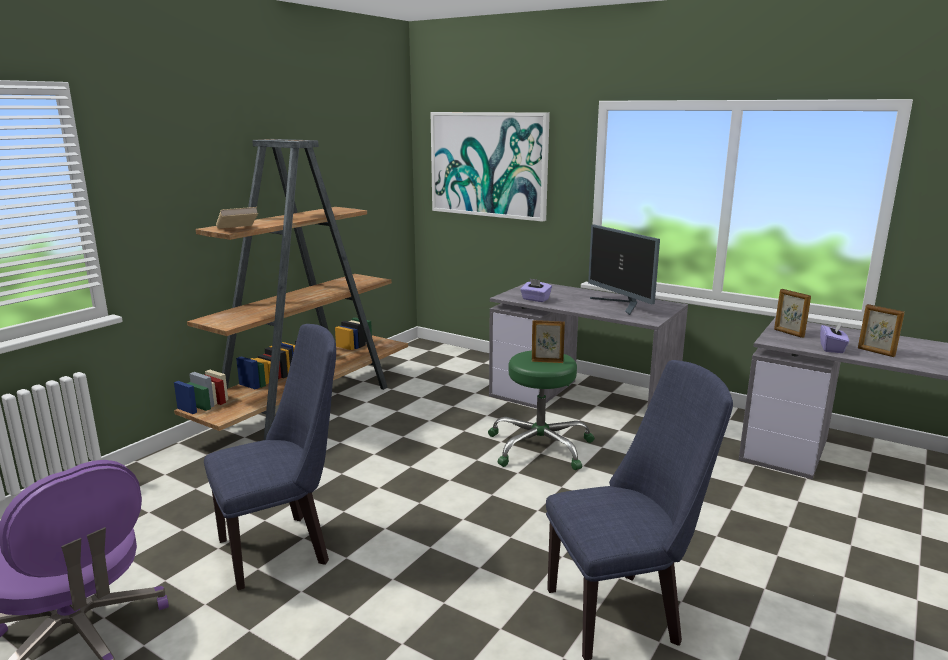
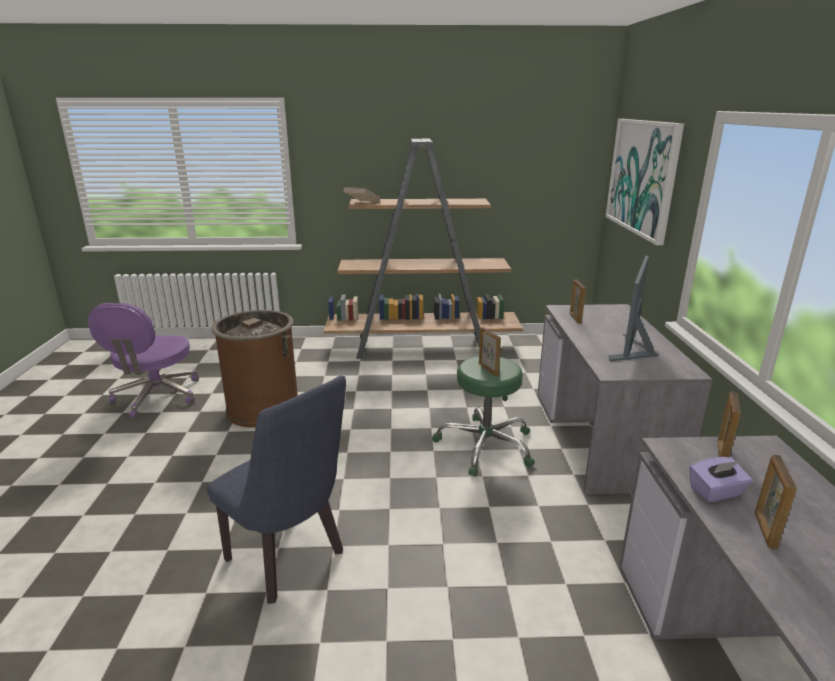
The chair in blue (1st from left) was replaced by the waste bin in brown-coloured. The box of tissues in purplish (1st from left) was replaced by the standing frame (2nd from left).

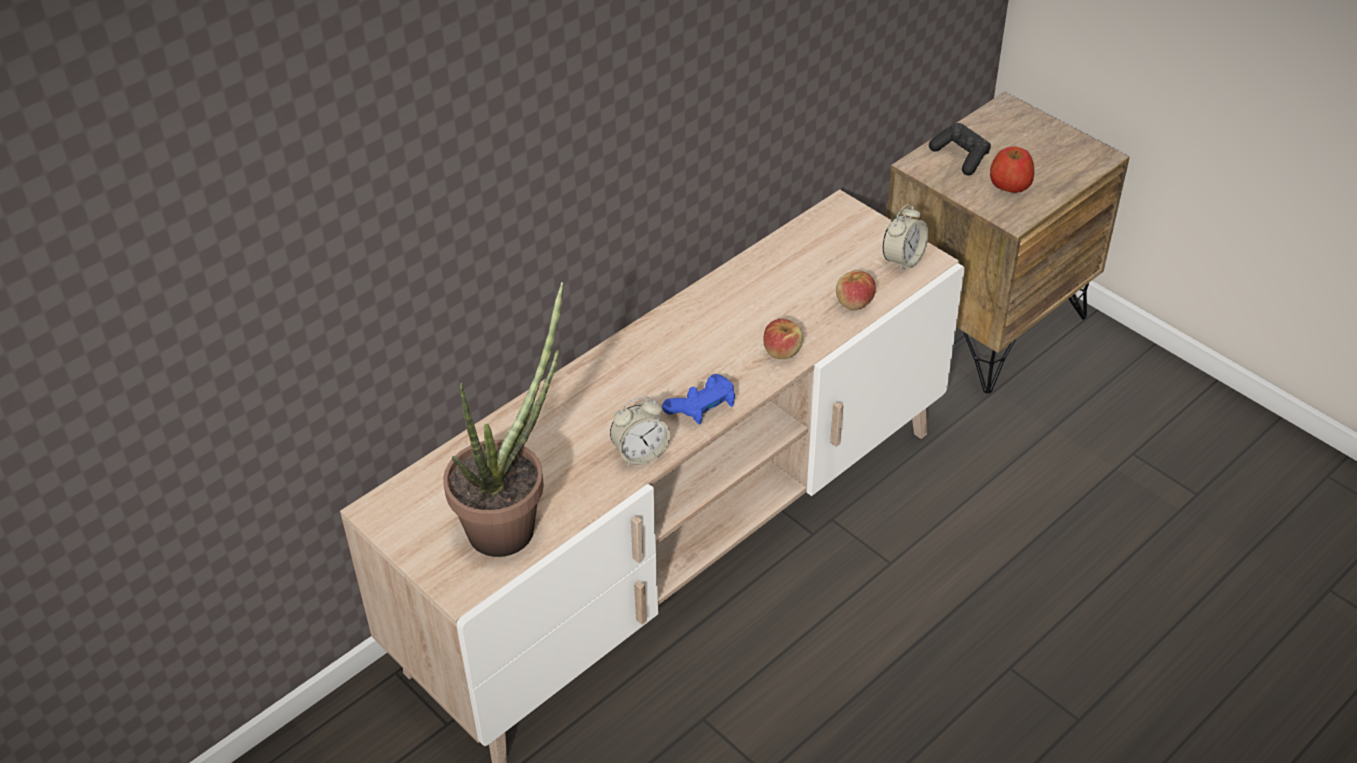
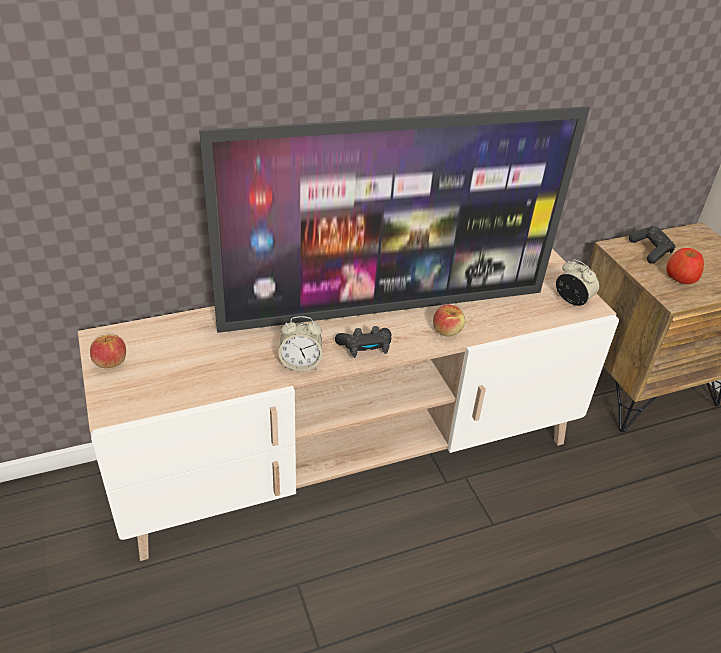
The apple (2nd from left in the first image) moved. The television appeared. The game controller in blue became the game controller in blackish (1st from left). The bedside clock (2nd from left) turned 105 degrees counterclockwise. The plant in a pot disappeared.

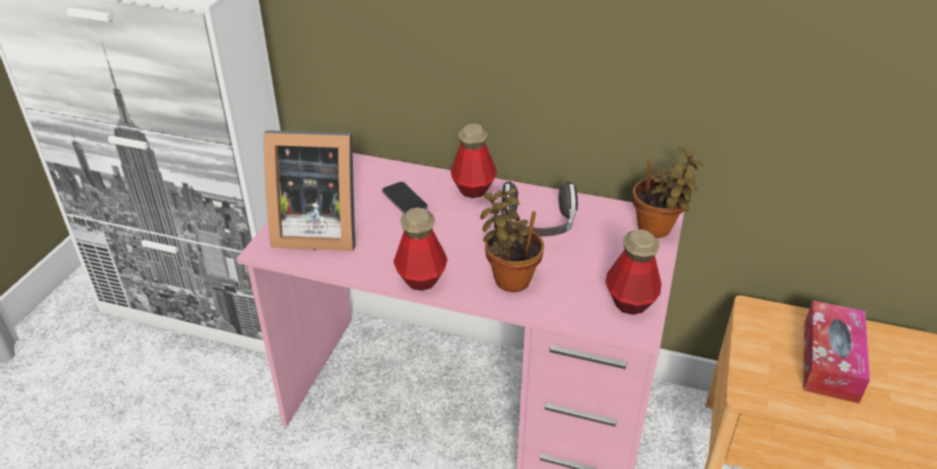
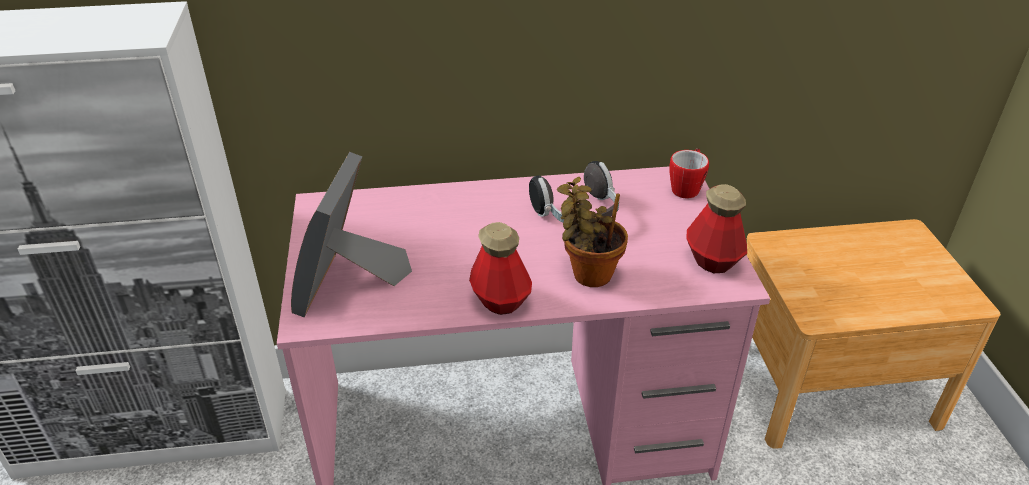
The standing frame turned 120 degrees clockwise. The plant in a pot (2nd from left) was replaced by the mug. The telephone disappeared. The bottle (2nd from left) disappeared. The box of tissues disappeared.

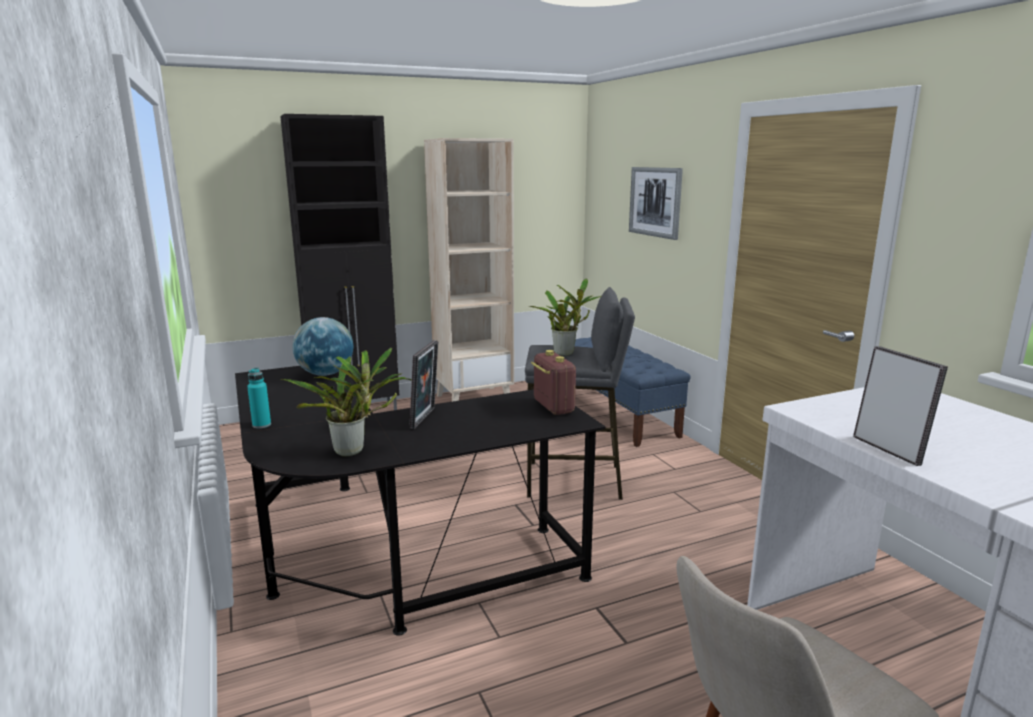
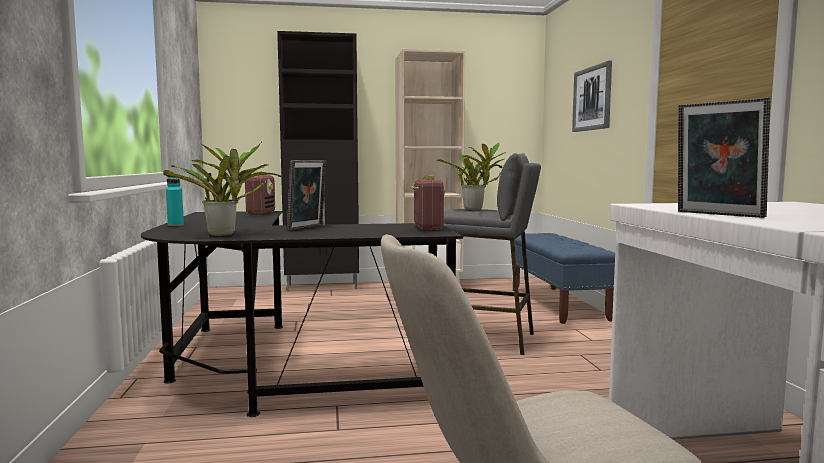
The globe was replaced by the radio (1st from left). The standing frame (2nd from left) turned 150 degrees clockwise.

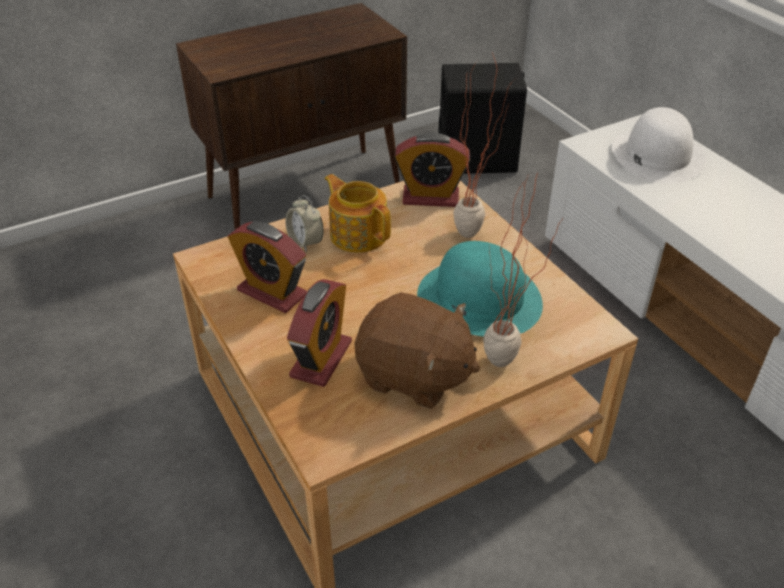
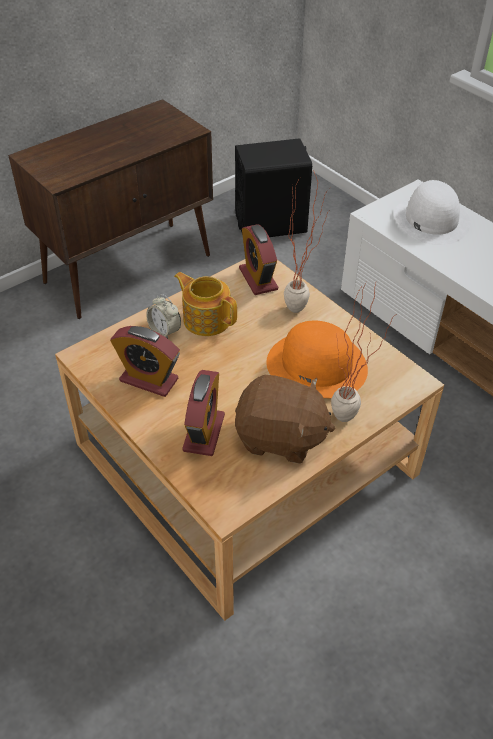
The bedside clock (4th from left) turned 75 degrees clockwise. The clothing hat in blue-green became the clothing hat in orange.

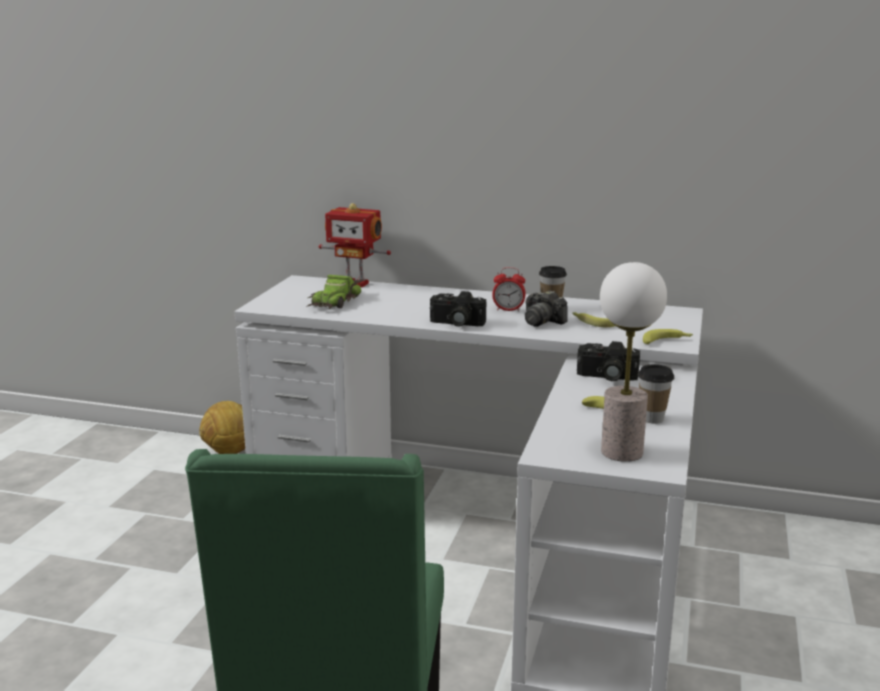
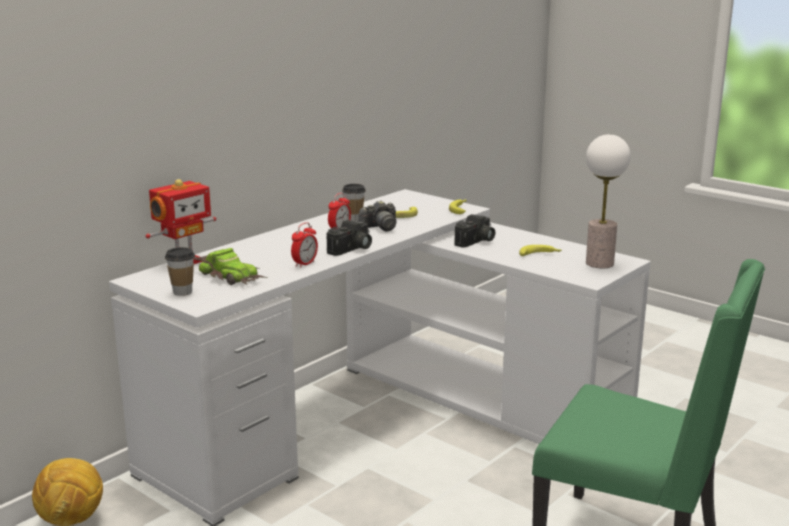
The drinking cup (2nd from left in the first image) moved. The bedside clock (1st from left) appeared.

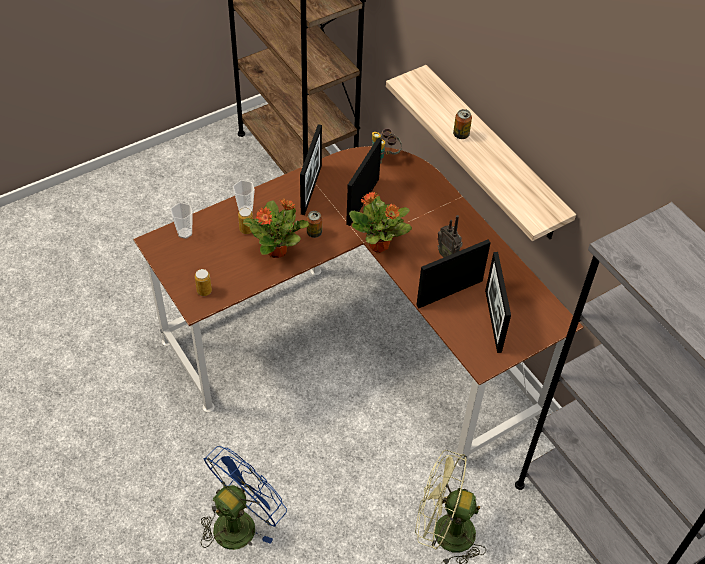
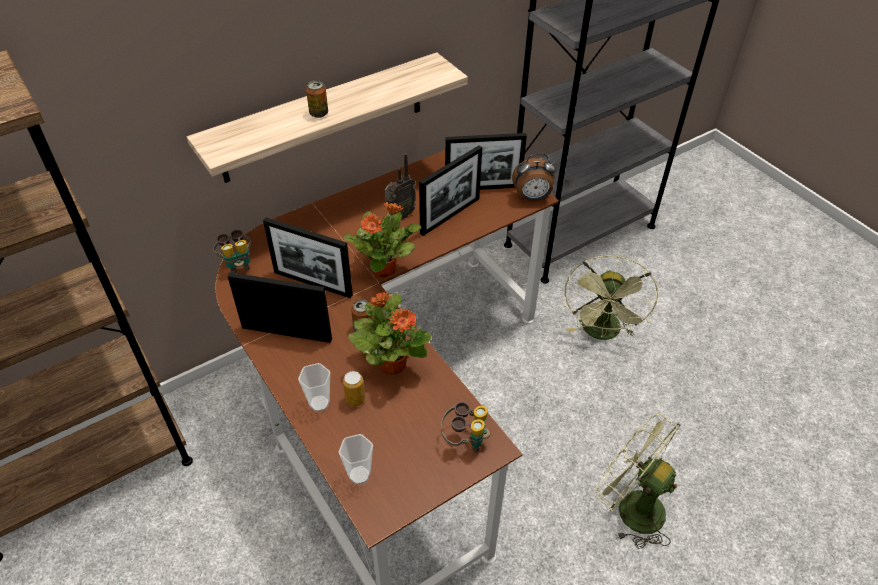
The standing frame (3rd from left) turned 105 degrees counterclockwise. The sealed can (1st from left) was replaced by the pair of binoculars (2nd from left). The bedside clock appeared. The electric fan in blue became the electric fan in greenish (2nd from left).

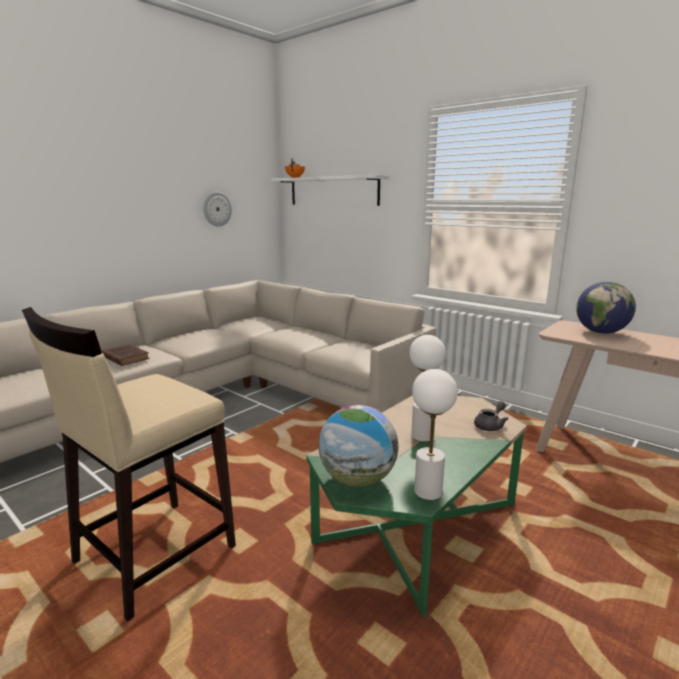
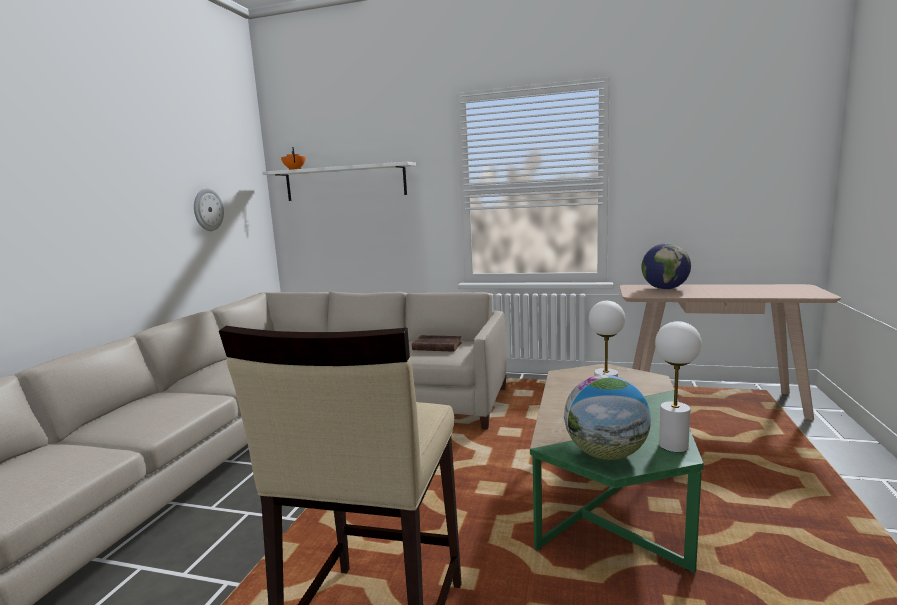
The volume in brown-coloured moved. The tea pot in grey disappeared.

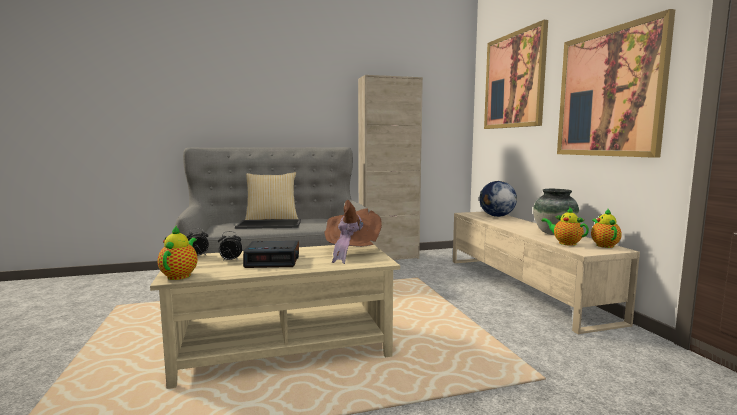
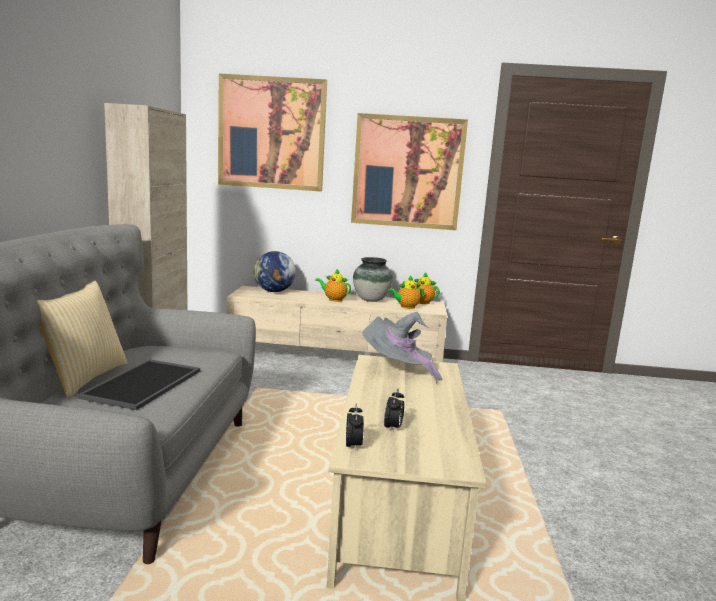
The tea pot (1st from left) moved. The clothing hat in brown-coloured became the clothing hat in grey. The bedside clock (3rd from left) disappeared.

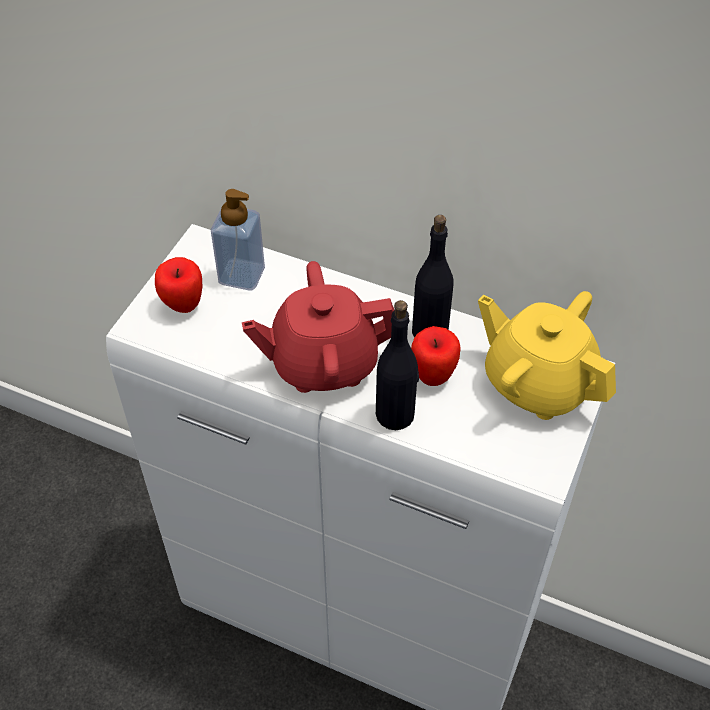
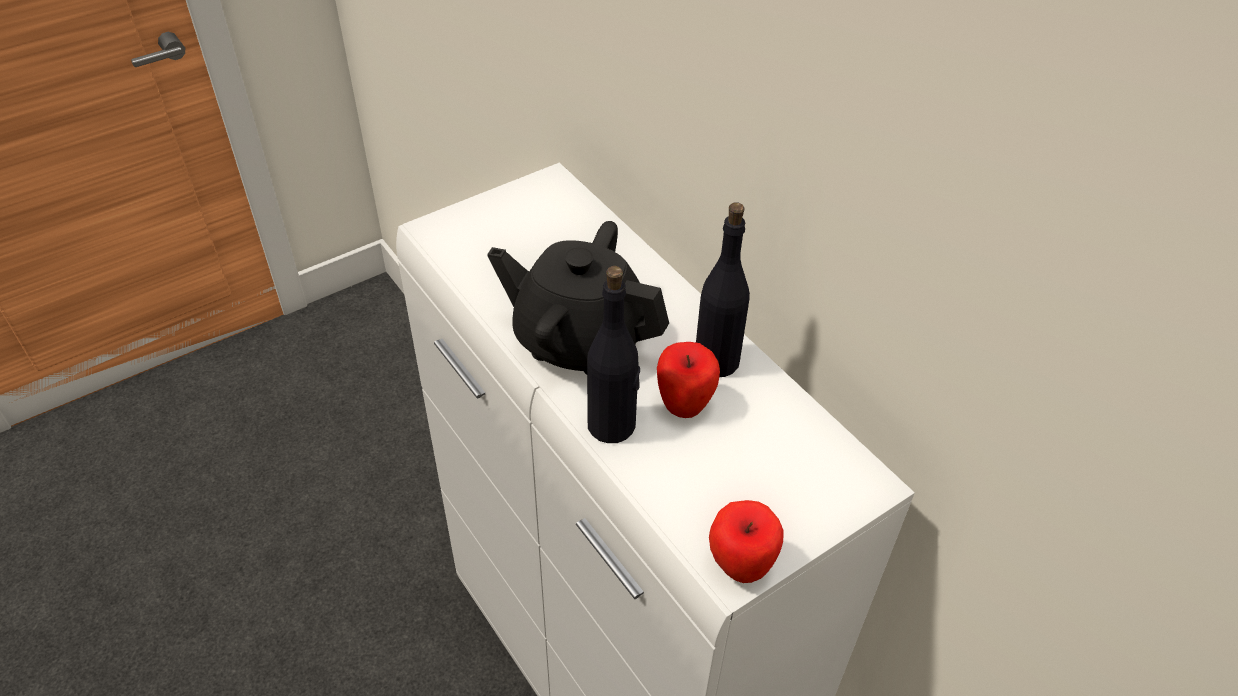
The tea pot in red-coloured became the tea pot in blackish. The apple (1st from left in the first image) moved. The soap dispenser disappeared. The tea pot in yellow disappeared.

